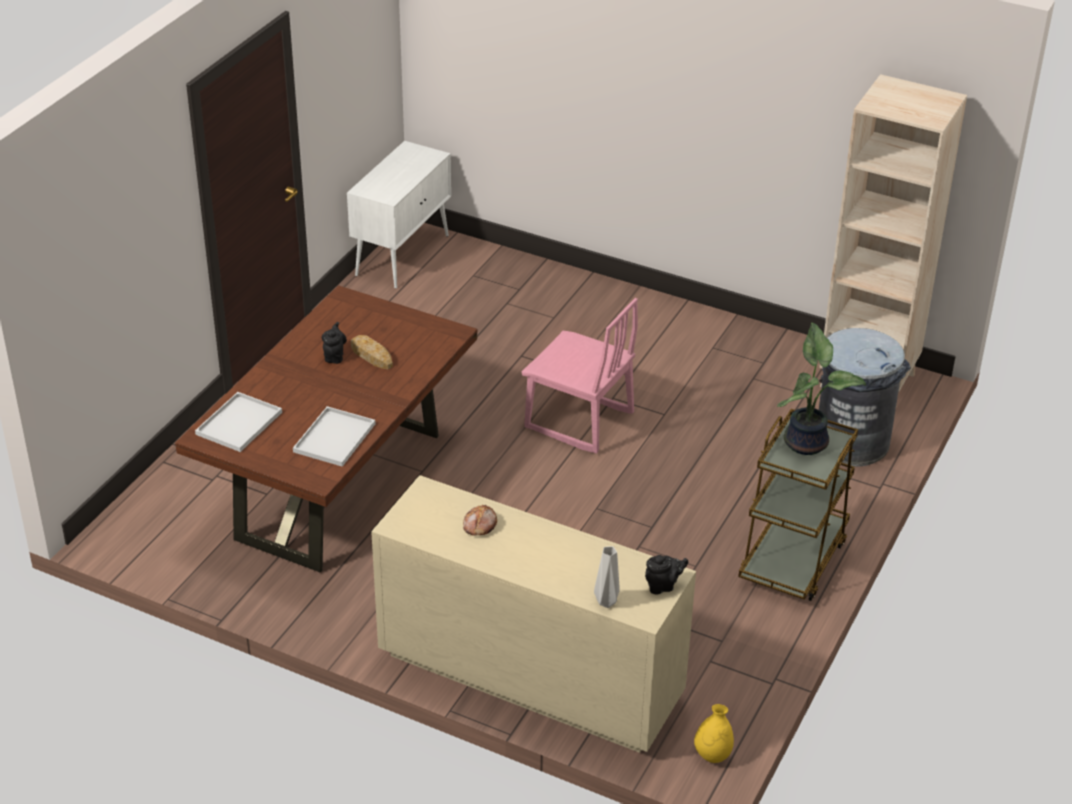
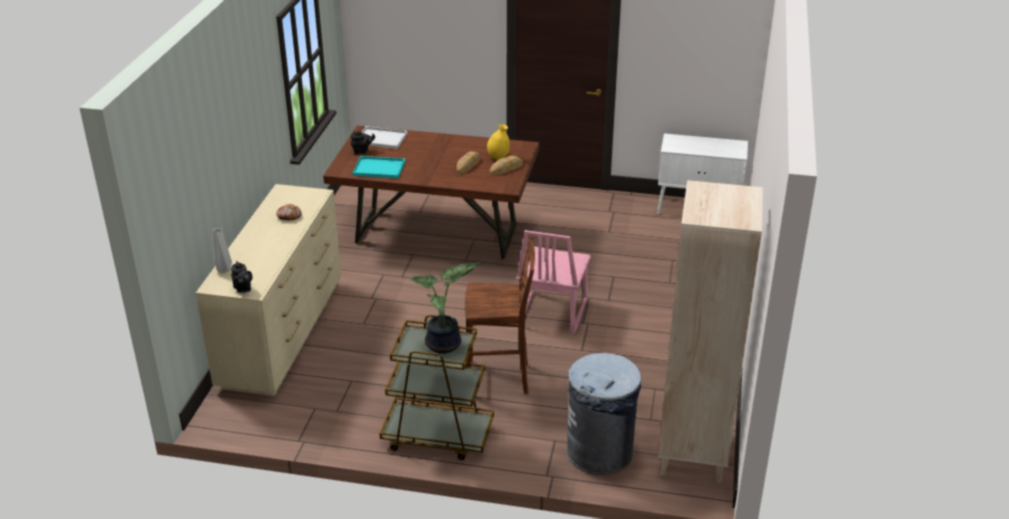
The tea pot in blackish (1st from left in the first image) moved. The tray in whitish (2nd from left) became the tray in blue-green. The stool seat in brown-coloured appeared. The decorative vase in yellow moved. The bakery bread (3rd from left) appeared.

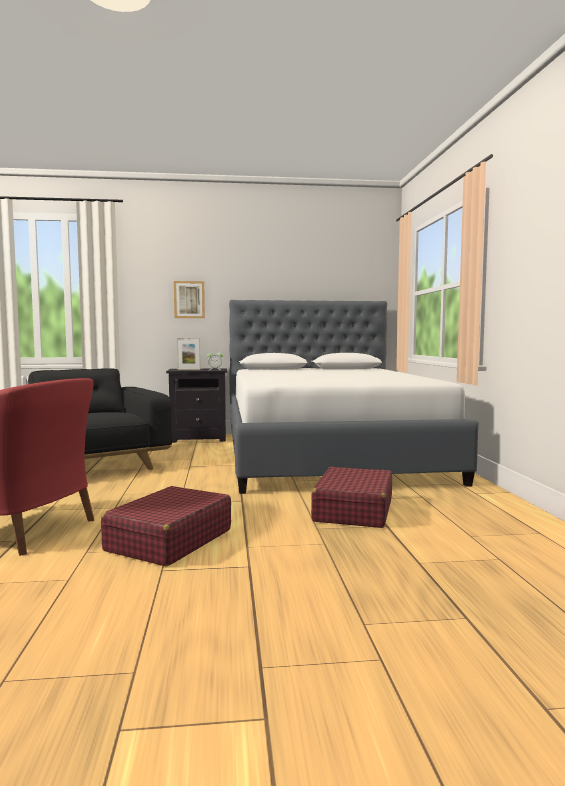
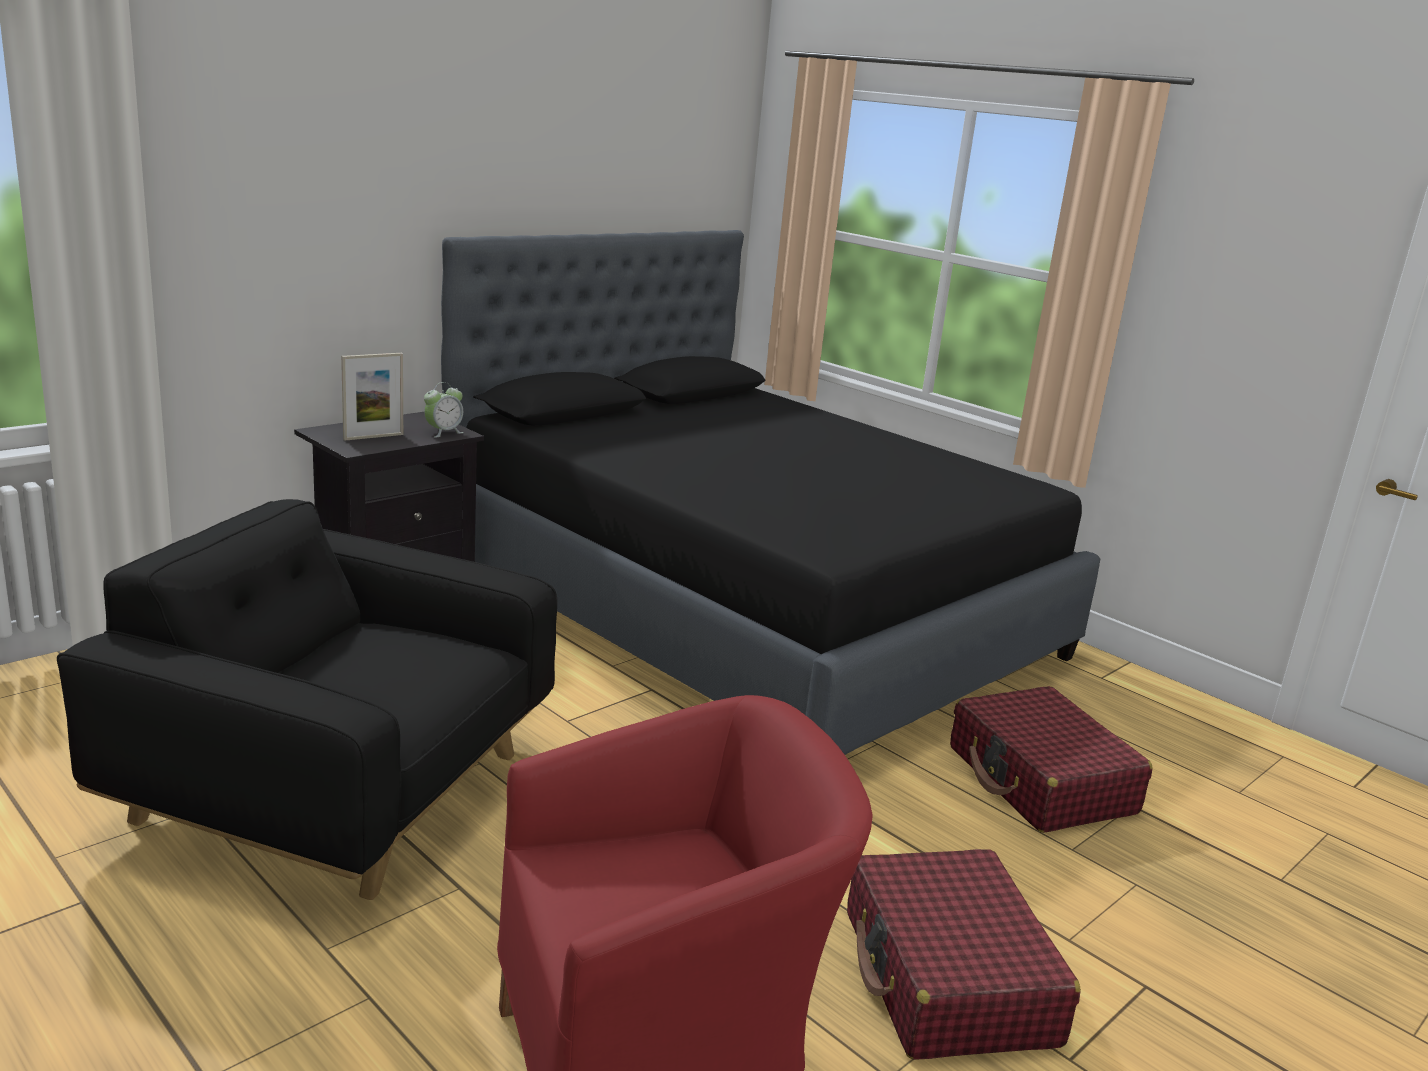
The sleeping bed in whitish became the sleeping bed in blackish. The picture disappeared.

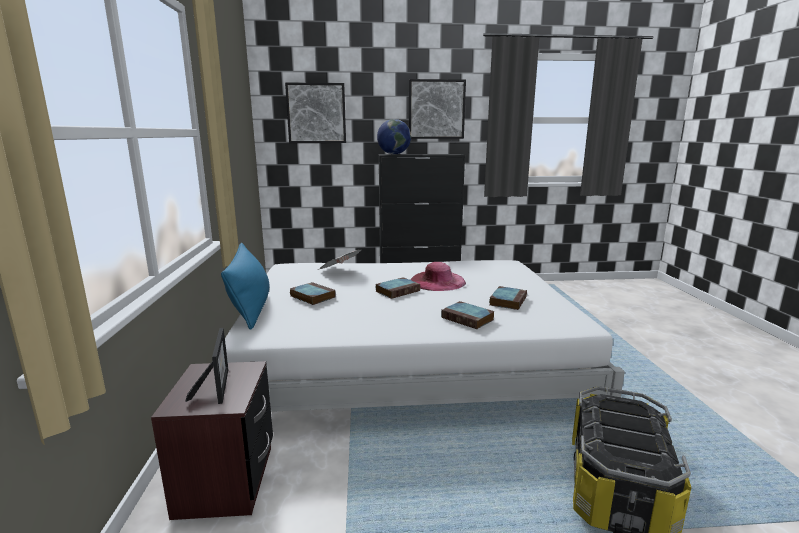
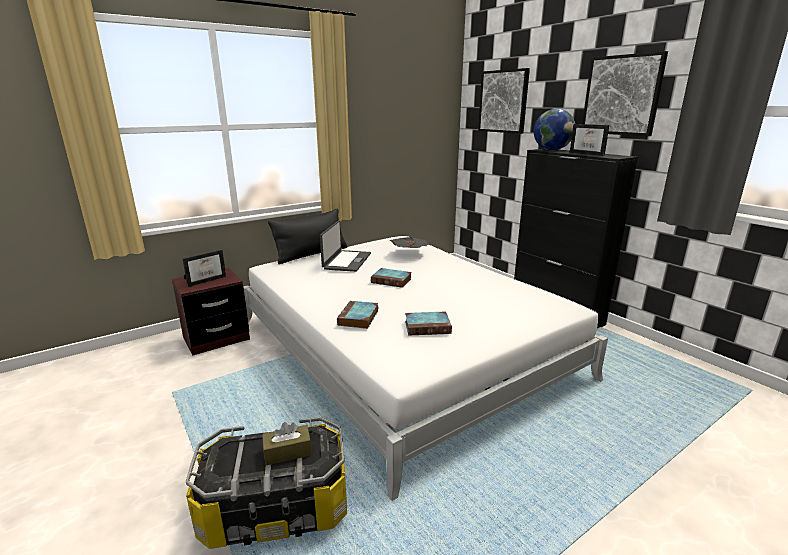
The box of tissues in brown-coloured appeared. The throw pillow in blue became the throw pillow in blackish. The volume (1st from left) was replaced by the notebook computer. The standing frame (2nd from left) appeared. The clothing hat in pink disappeared.

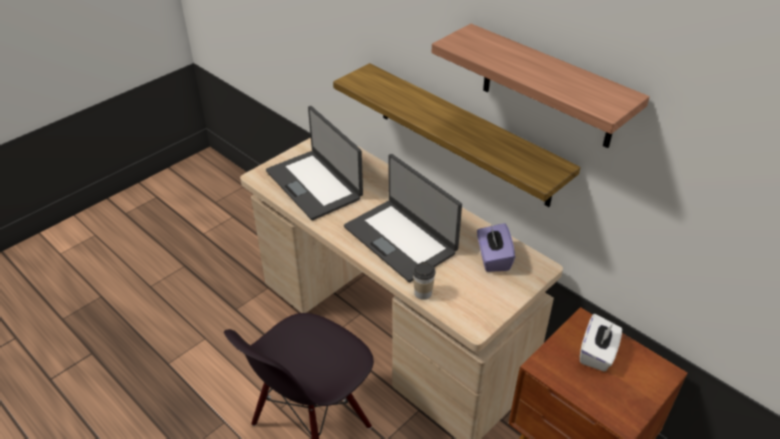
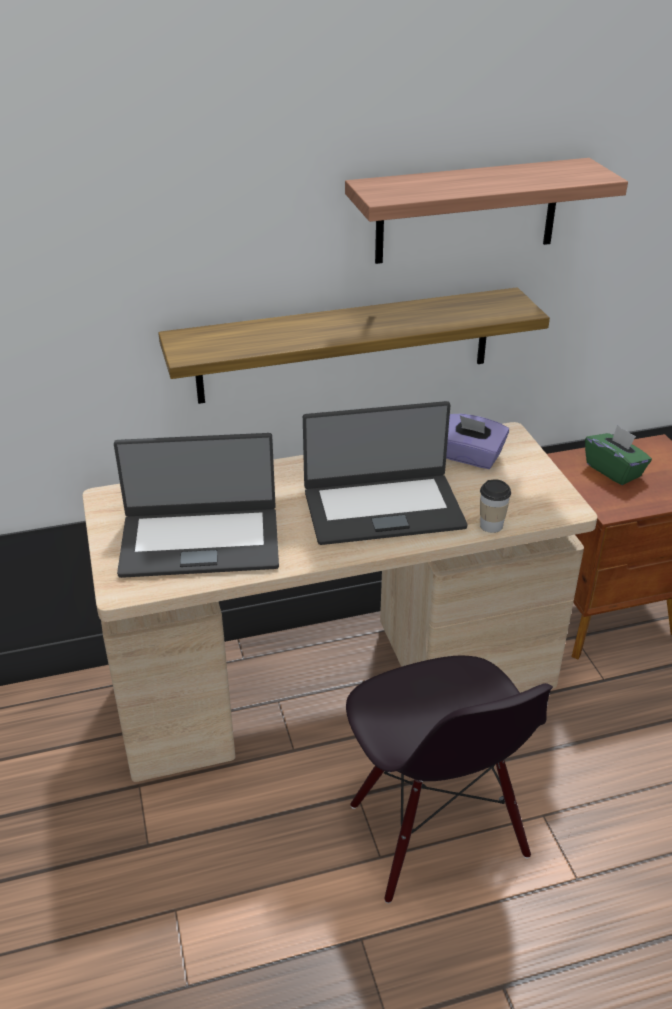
The box of tissues in whitish became the box of tissues in greenish.

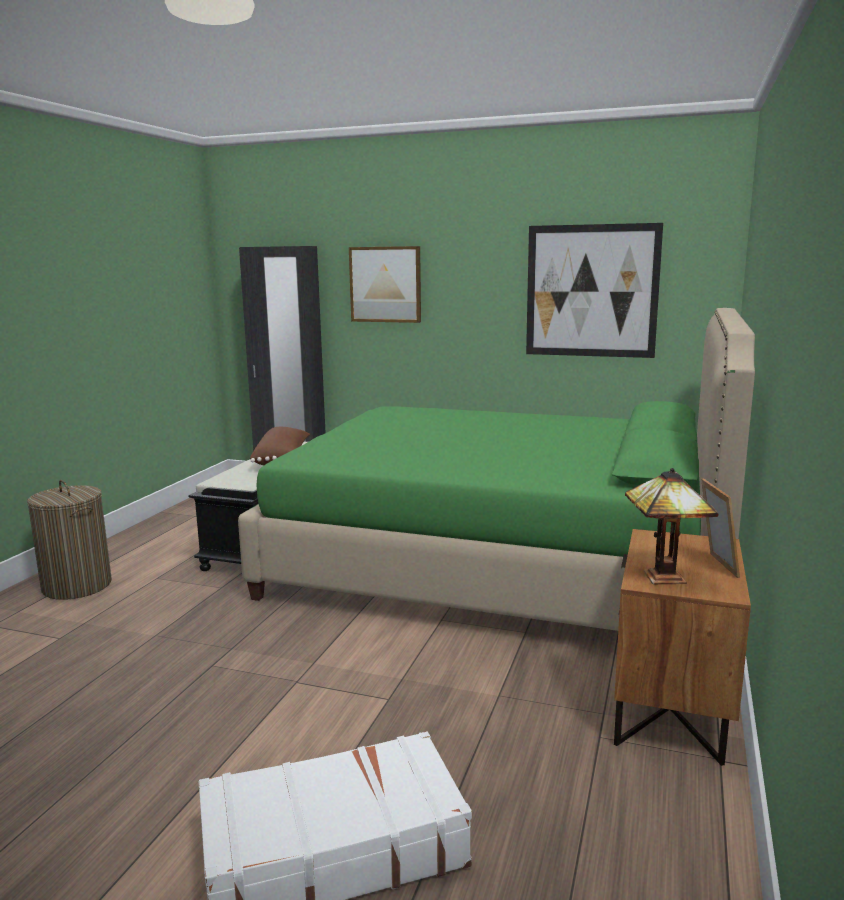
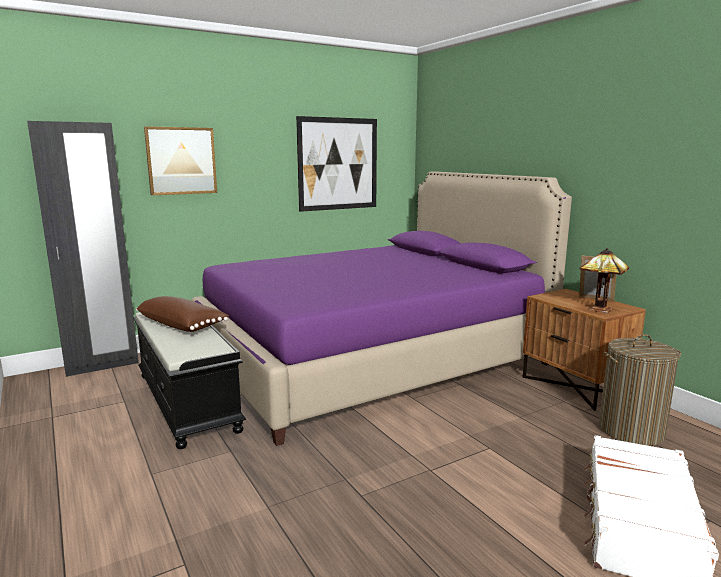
The sleeping bed in greenish became the sleeping bed in purplish. The laundry basket moved.

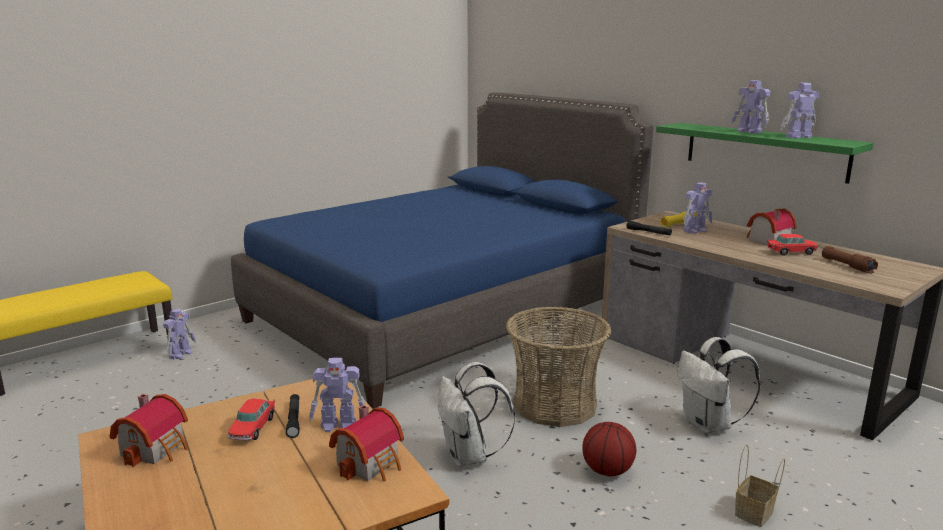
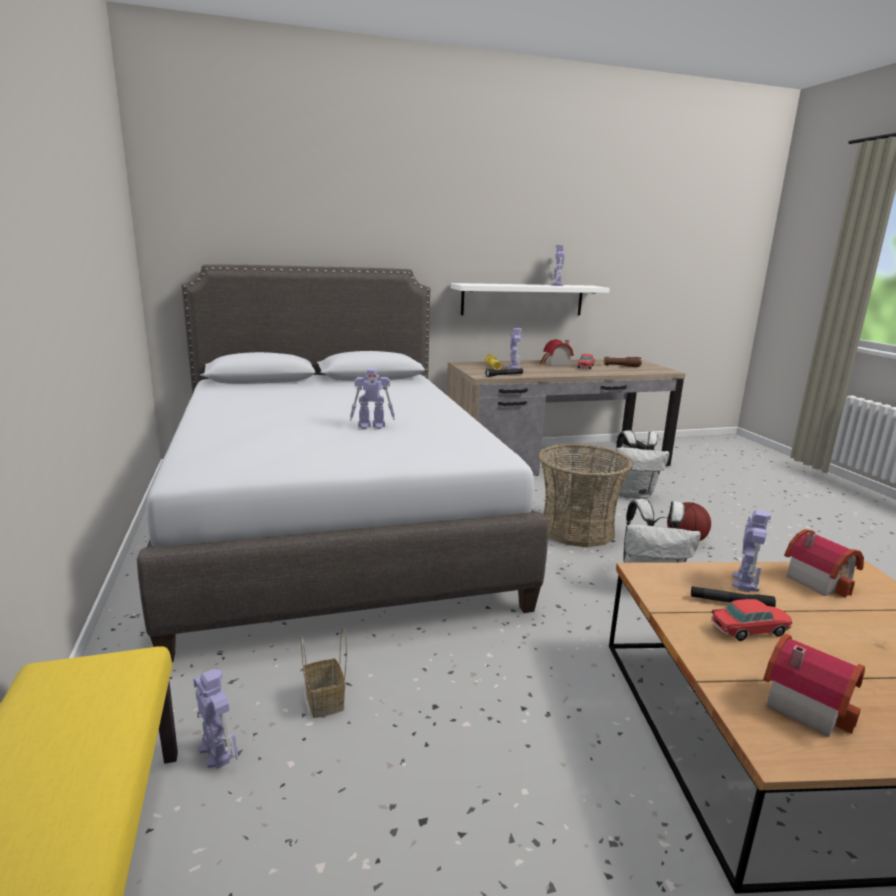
The sleeping bed in blue became the sleeping bed in grey. The storage basket (2nd from left in the first image) moved. The toy robot (4th from left in the first image) moved. The bracket shelf in greenish became the bracket shelf in whitish. The toy car (1st from left in the first image) turned 45 degrees counterclockwise.

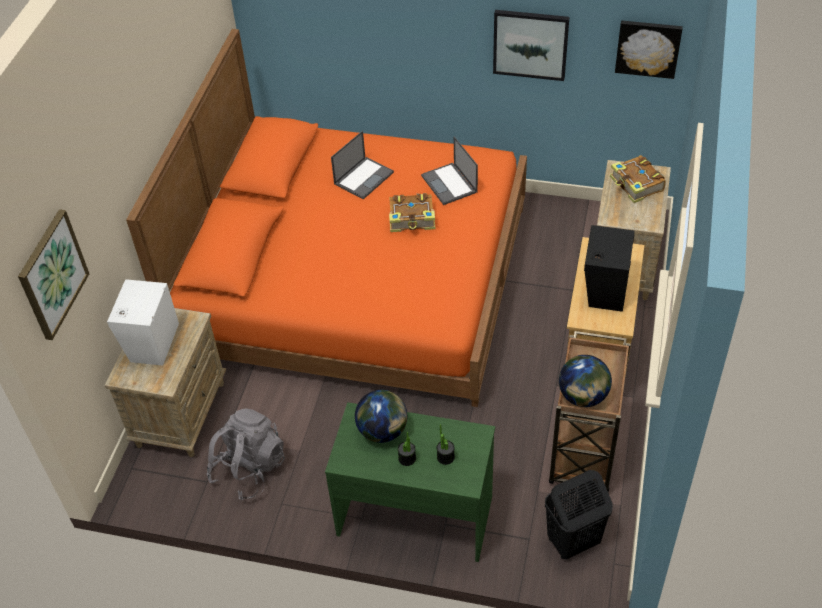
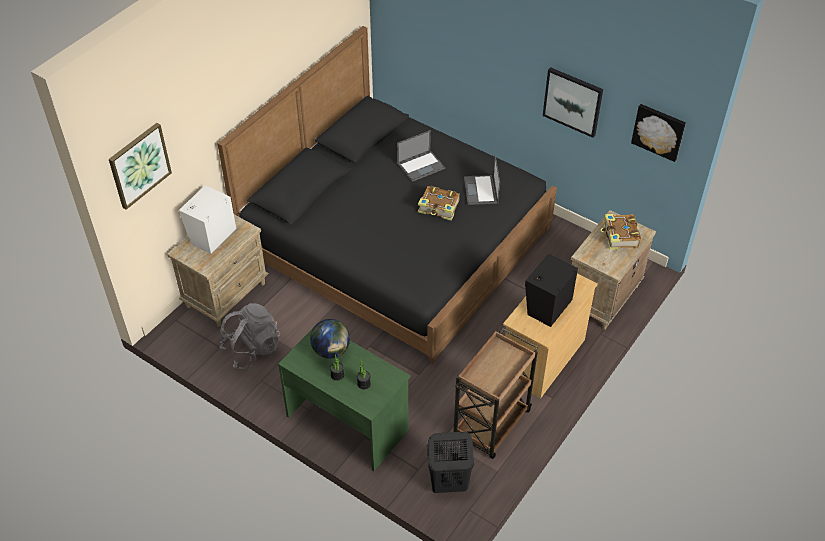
The sleeping bed in orange became the sleeping bed in blackish. The globe (2nd from left) disappeared.

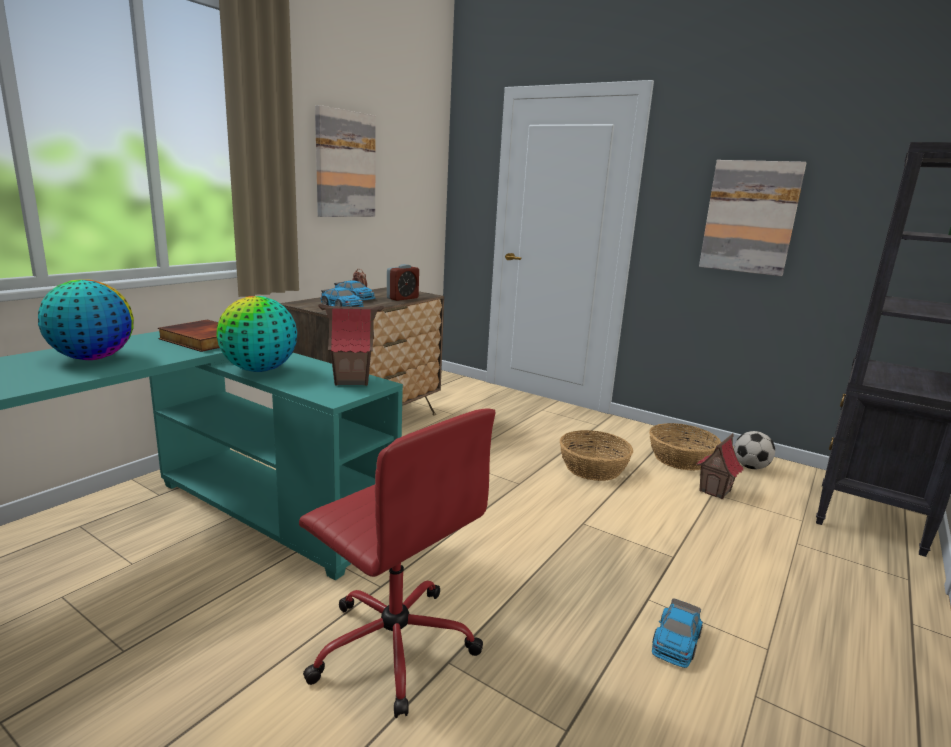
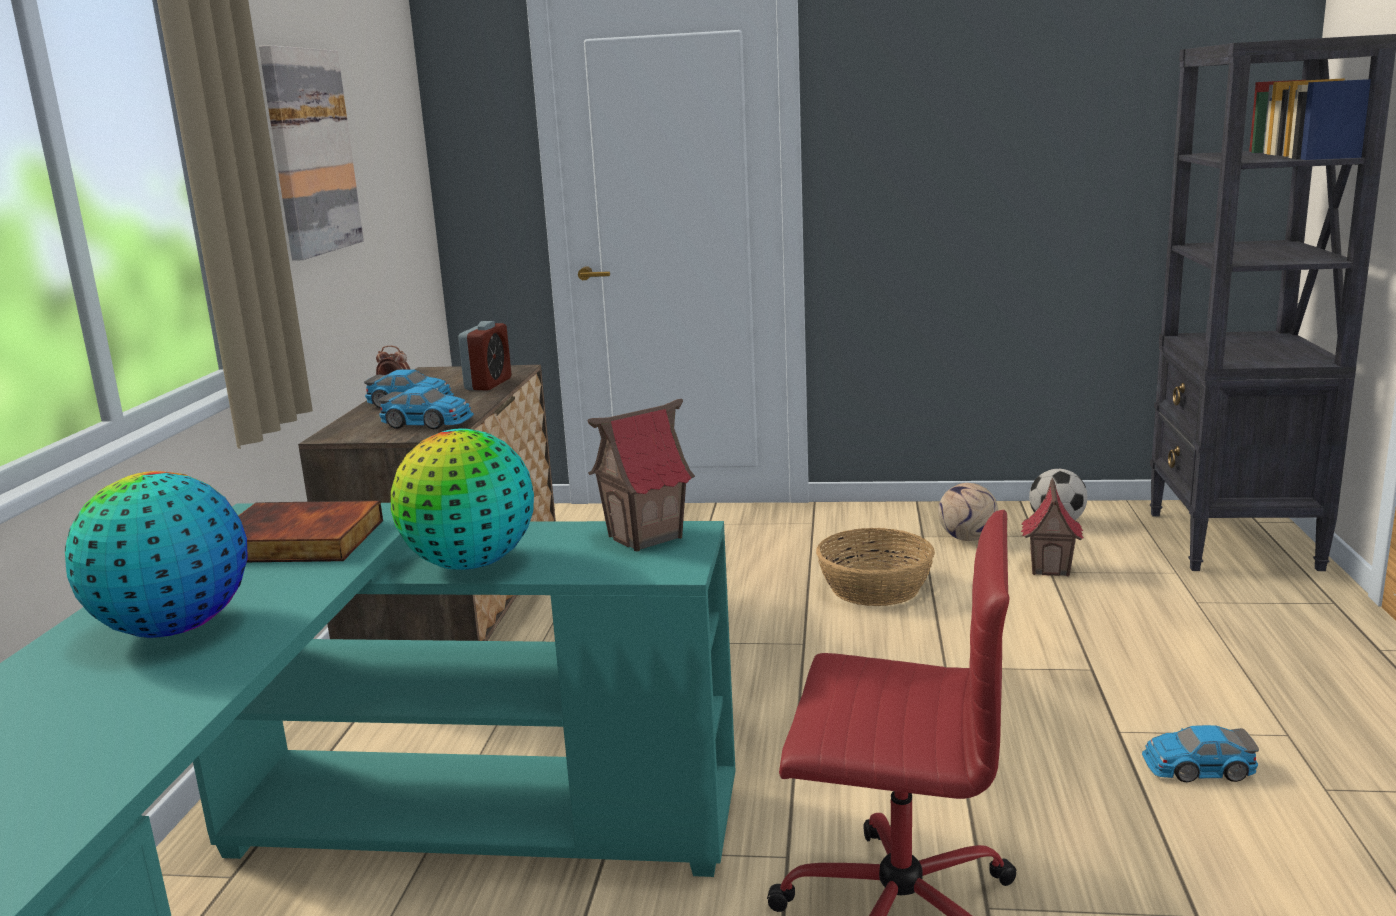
The storage basket (2nd from left) was replaced by the ball for football (1st from left). The toy car (3rd from left) turned 90 degrees clockwise. The picture (2nd from left) disappeared.

